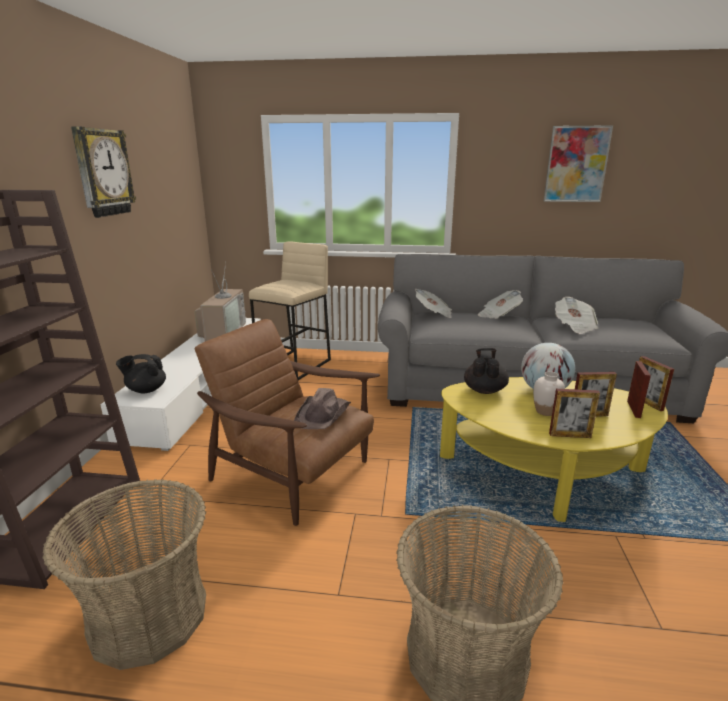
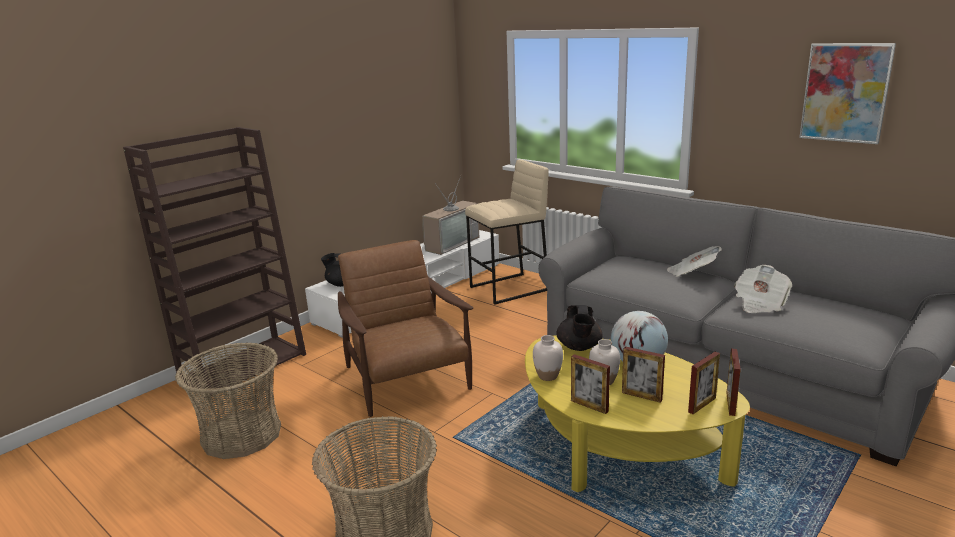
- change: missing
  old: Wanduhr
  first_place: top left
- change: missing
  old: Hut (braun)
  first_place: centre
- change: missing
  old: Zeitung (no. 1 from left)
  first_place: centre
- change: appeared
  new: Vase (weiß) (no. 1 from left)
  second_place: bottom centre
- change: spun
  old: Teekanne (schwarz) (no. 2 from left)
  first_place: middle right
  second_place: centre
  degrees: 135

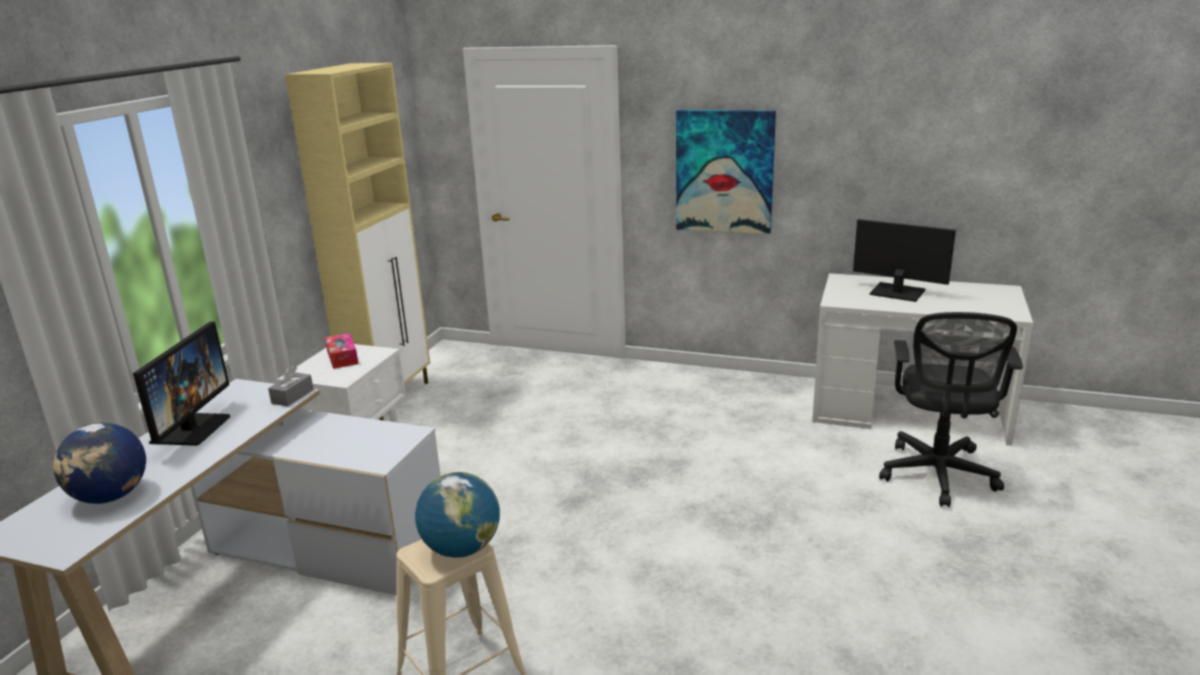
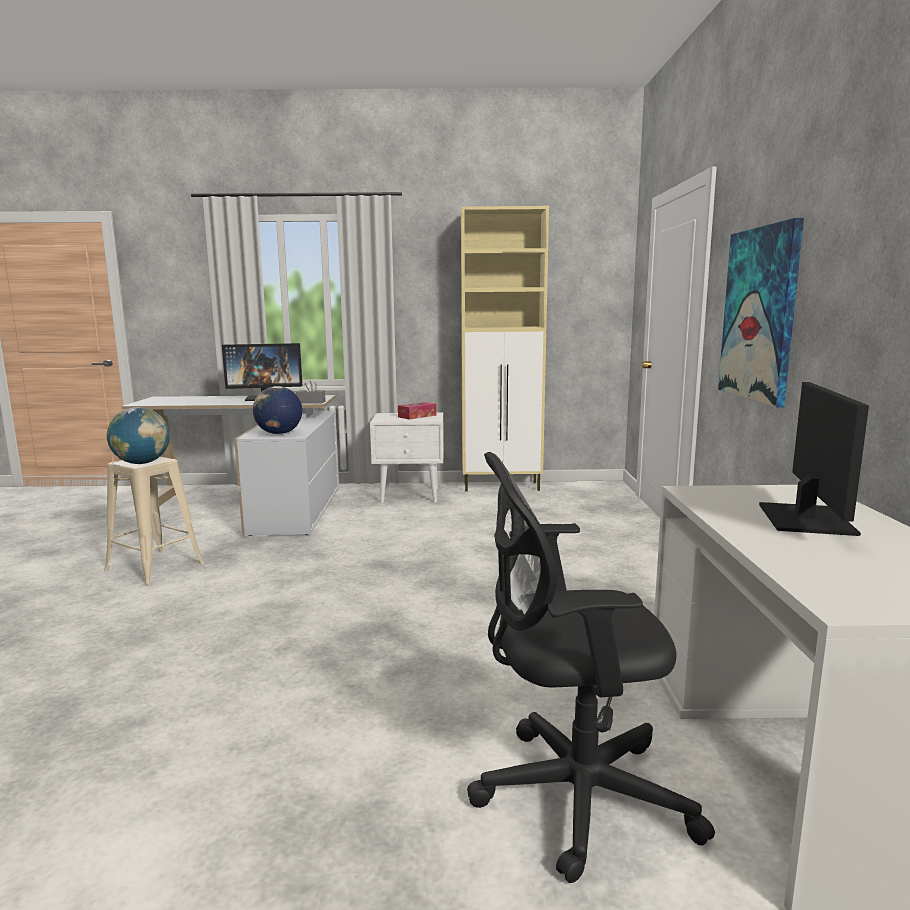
- change: relocated
  old: Globus (no. 1 from left in the first image)
  new: Globus (no. 2 from left)
  first_place: bottom left
  second_place: middle left

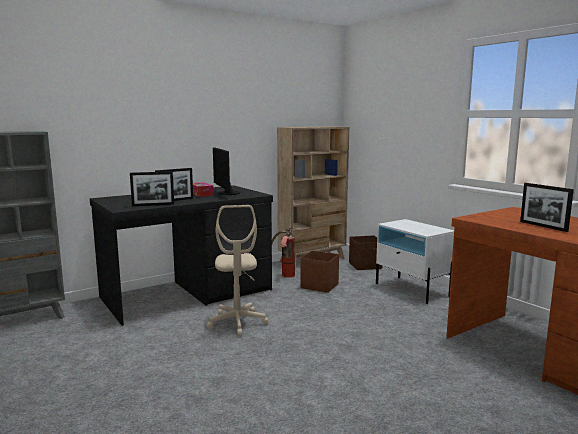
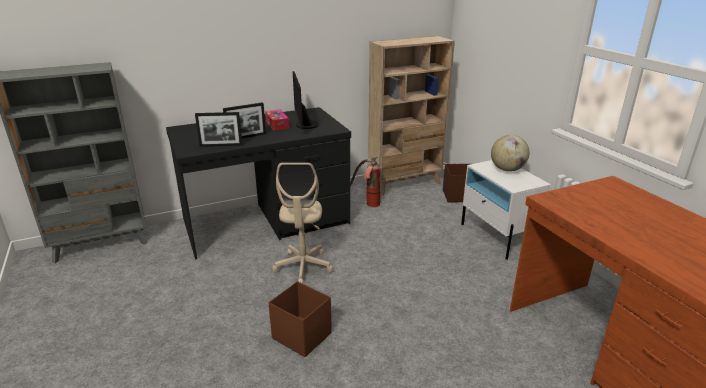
- change: missing
  old: Bilderrahmen (no. 3 from left)
  first_place: middle right
- change: appeared
  new: Globus
  second_place: middle right
- change: relocated
  old: Aufbewahrungsbox (braun) (no. 1 from left)
  first_place: centre
  second_place: bottom centre

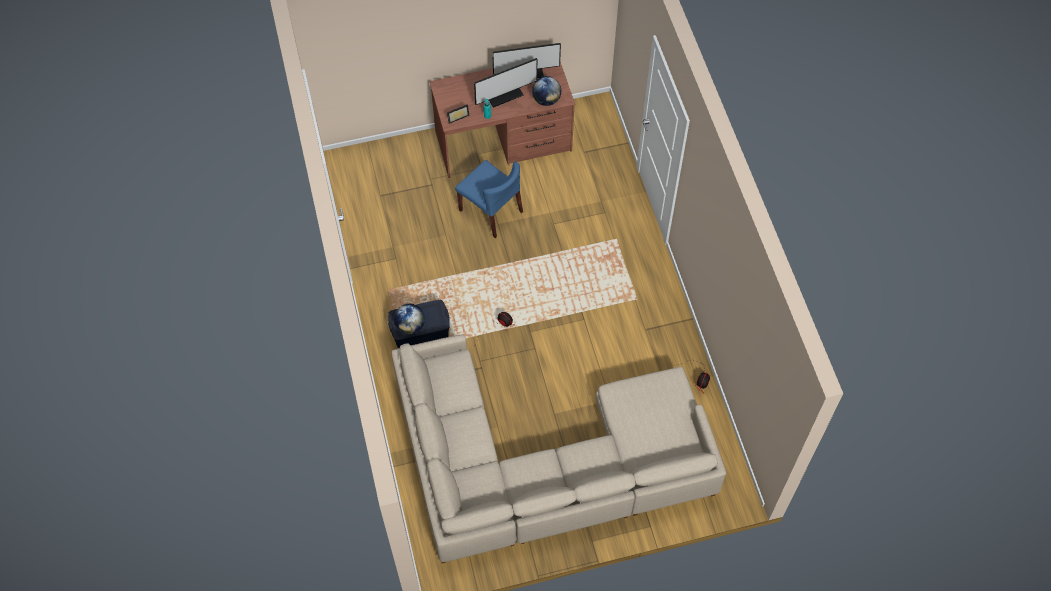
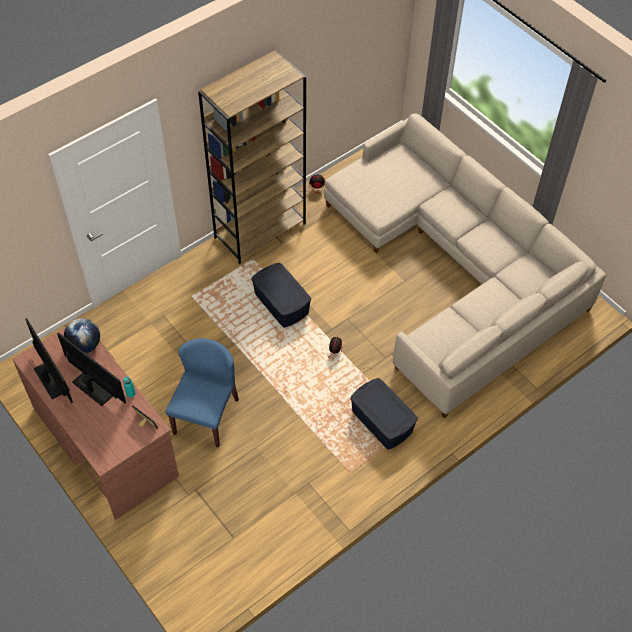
- change: missing
  old: Globus (no. 1 from left)
  first_place: centre
- change: appeared
  new: Bücherregal (braun)
  second_place: top centre
- change: appeared
  new: Aufbewahrungsbox (blau) (no. 1 from left)
  second_place: centre

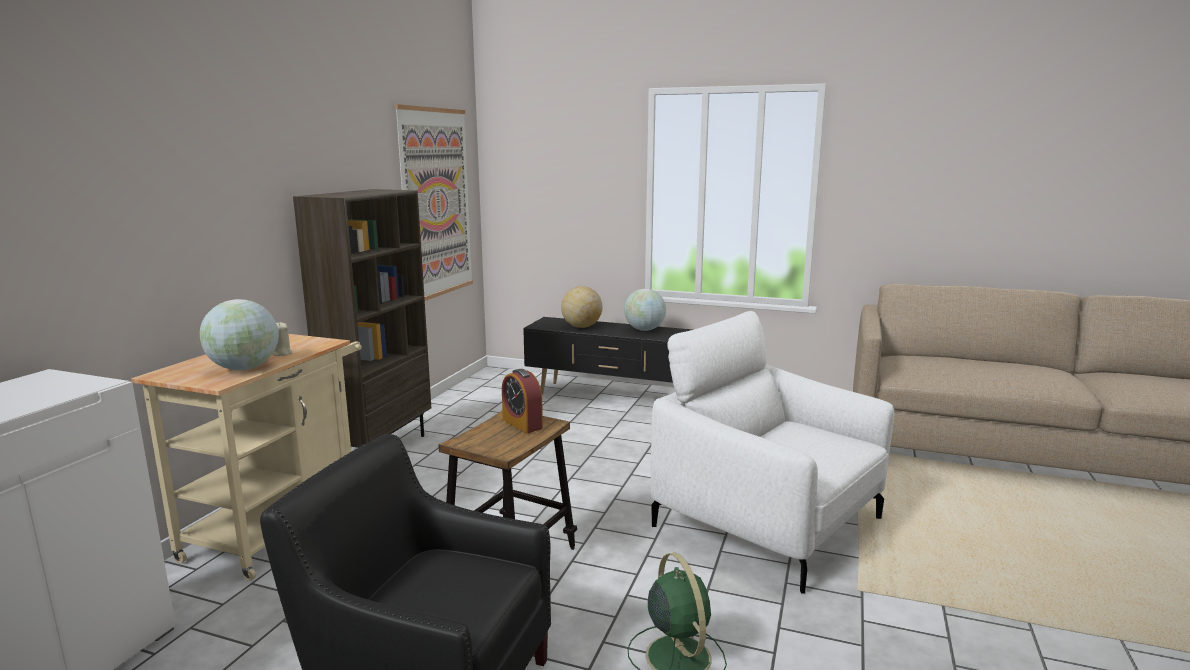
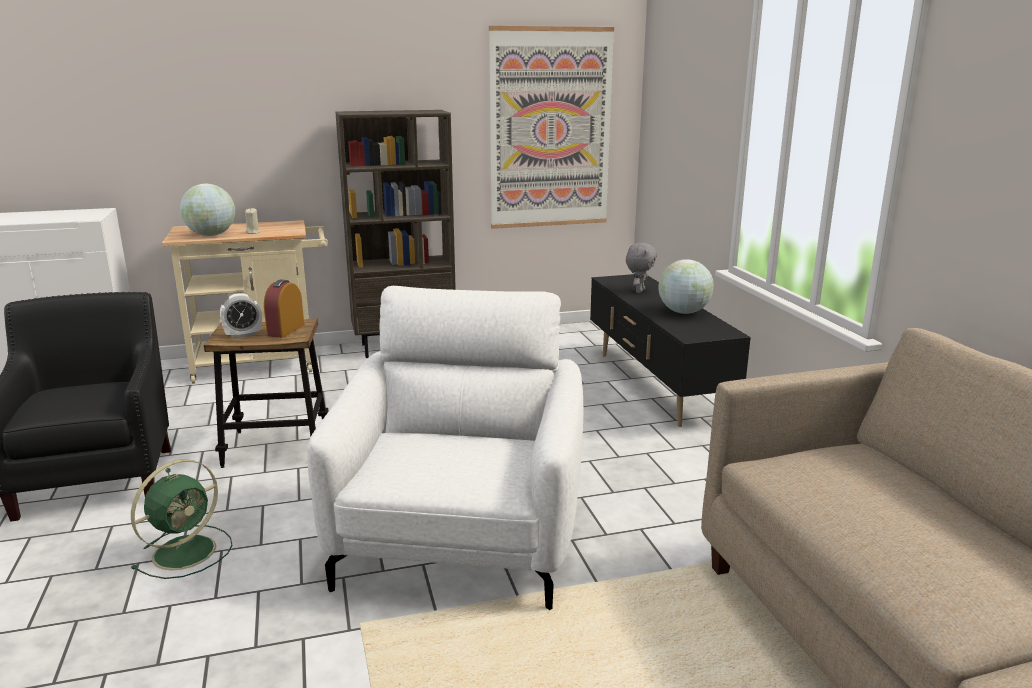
- change: appeared
  new: Wecker (no. 1 from left)
  second_place: middle left
- change: exchanged
  old: Globus (no. 2 from left)
  new: Plüschtier (grau)
  first_place: centre
  second_place: centre

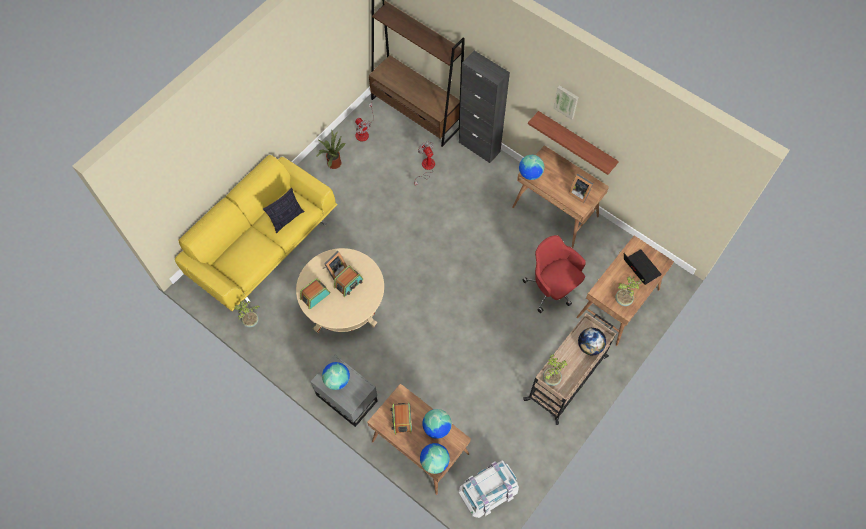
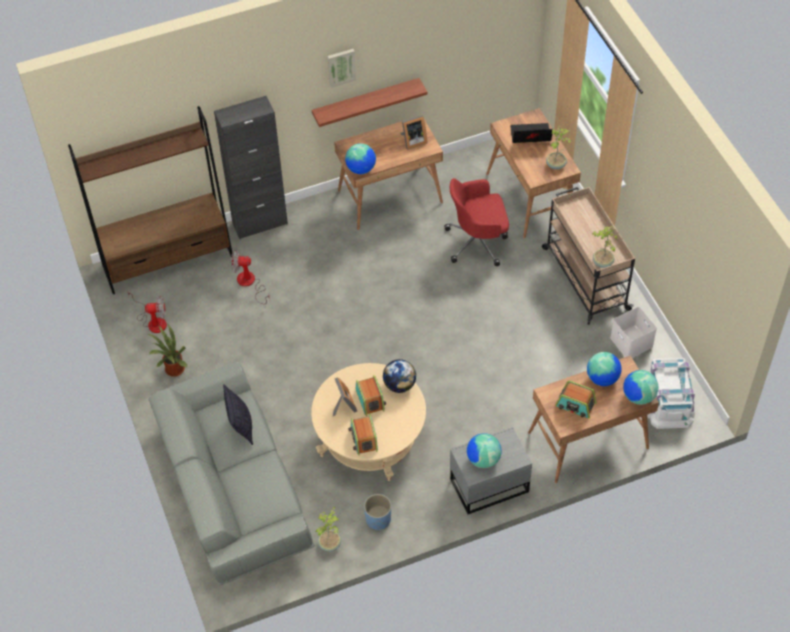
- change: appeared
  new: Pflanzkübel (blau)
  second_place: bottom centre
- change: appeared
  new: Aufbewahrungsbox (weiß) (no. 1 from left)
  second_place: middle right
- change: relocated
  old: Globus (no. 5 from left in the first image)
  new: Globus (no. 2 from left)
  first_place: middle right
  second_place: centre
- change: colour
  old: Sofa (gelb)
  new: Sofa (grau)
  first_place: middle left
  second_place: bottom left

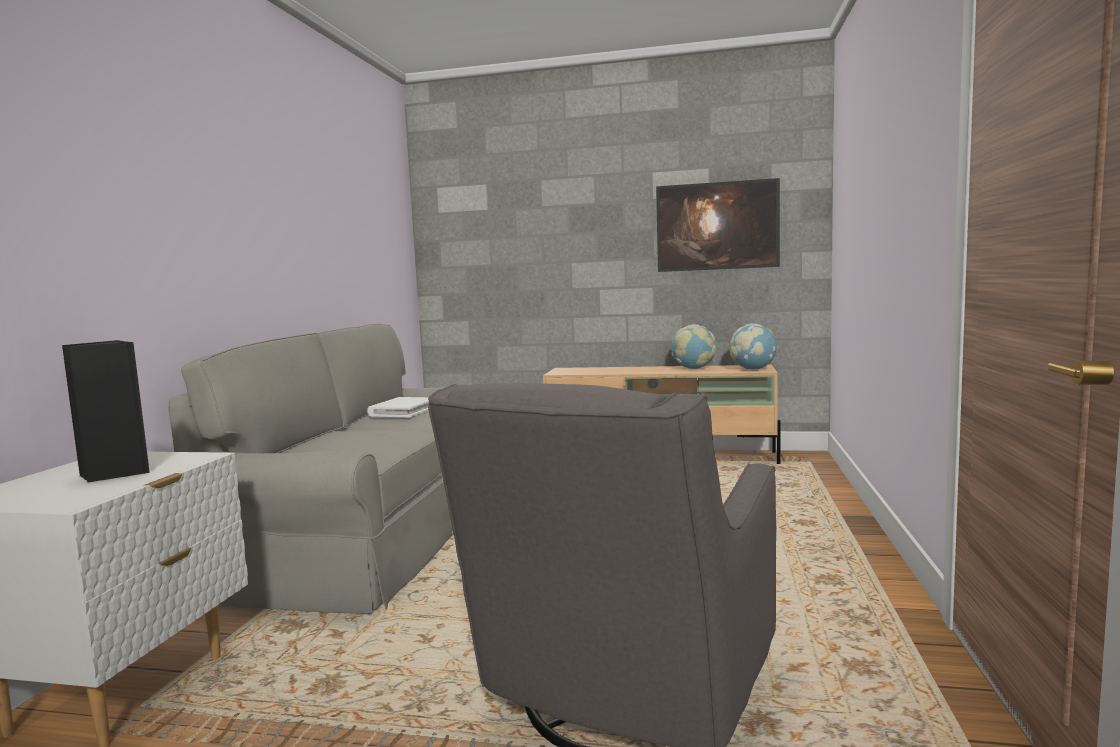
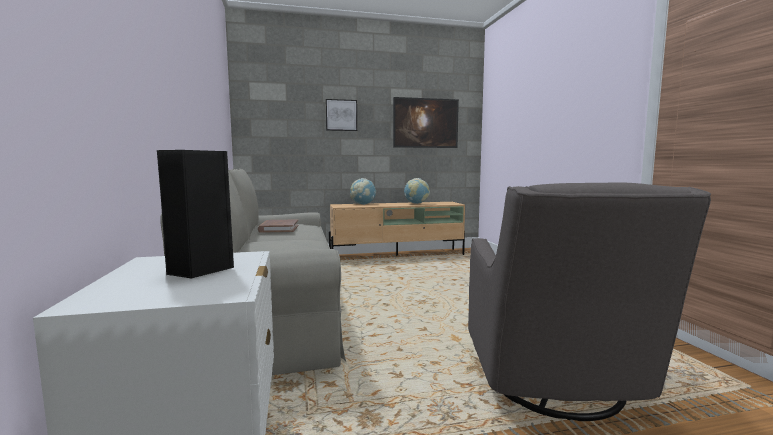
- change: appeared
  new: Bild (no. 1 from left)
  second_place: top centre
- change: relocated
  old: Globus (no. 2 from left in the first image)
  new: Globus (no. 1 from left)
  first_place: middle right
  second_place: centre
- change: colour
  old: Buch (weiß)
  new: Buch (braun)
  first_place: centre
  second_place: centre

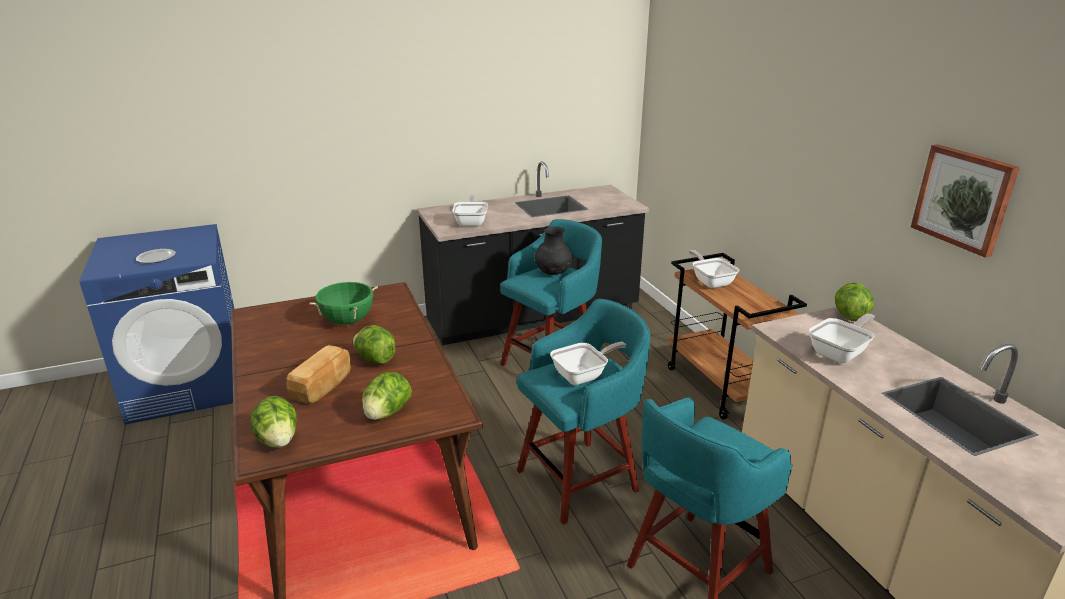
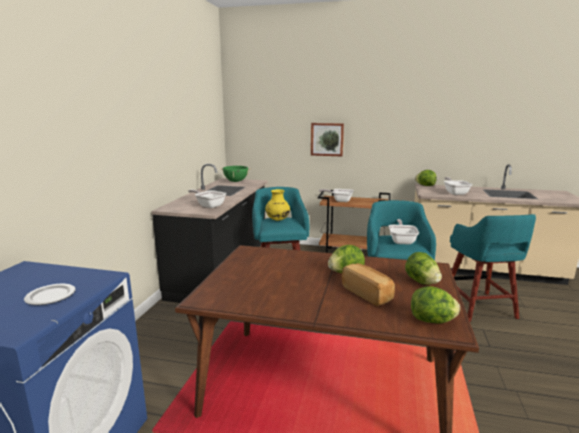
- change: relocated
  old: Kochtopf (grün)
  first_place: middle left
  second_place: centre
- change: relocated
  old: Bild
  first_place: middle right
  second_place: top centre
- change: colour
  old: Vase (schwarz)
  new: Vase (gelb)
  first_place: centre
  second_place: centre

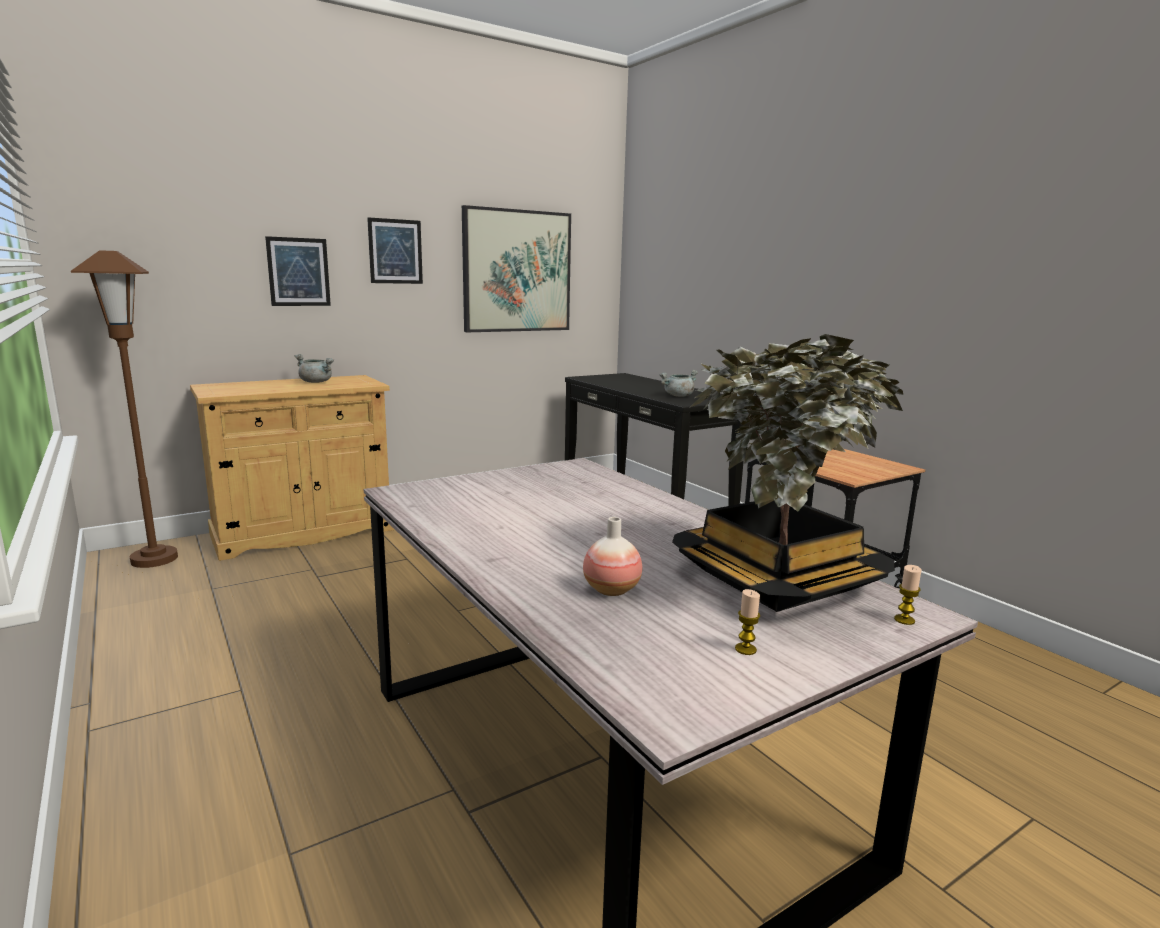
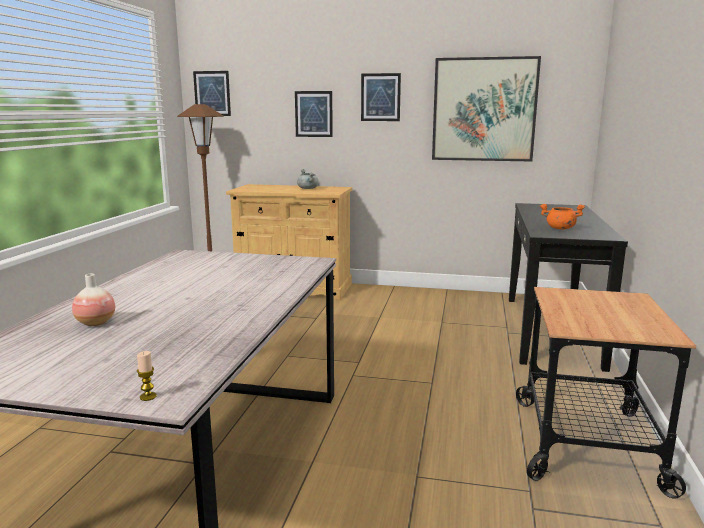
- change: missing
  old: Topfpflanze
  first_place: middle right
- change: missing
  old: Kerze (no. 1 from left)
  first_place: bottom centre
- change: appeared
  new: Bild (no. 1 from left)
  second_place: top left
- change: colour
  old: Kochtopf (grau) (no. 2 from left)
  new: Kochtopf (orange)
  first_place: centre
  second_place: middle right

